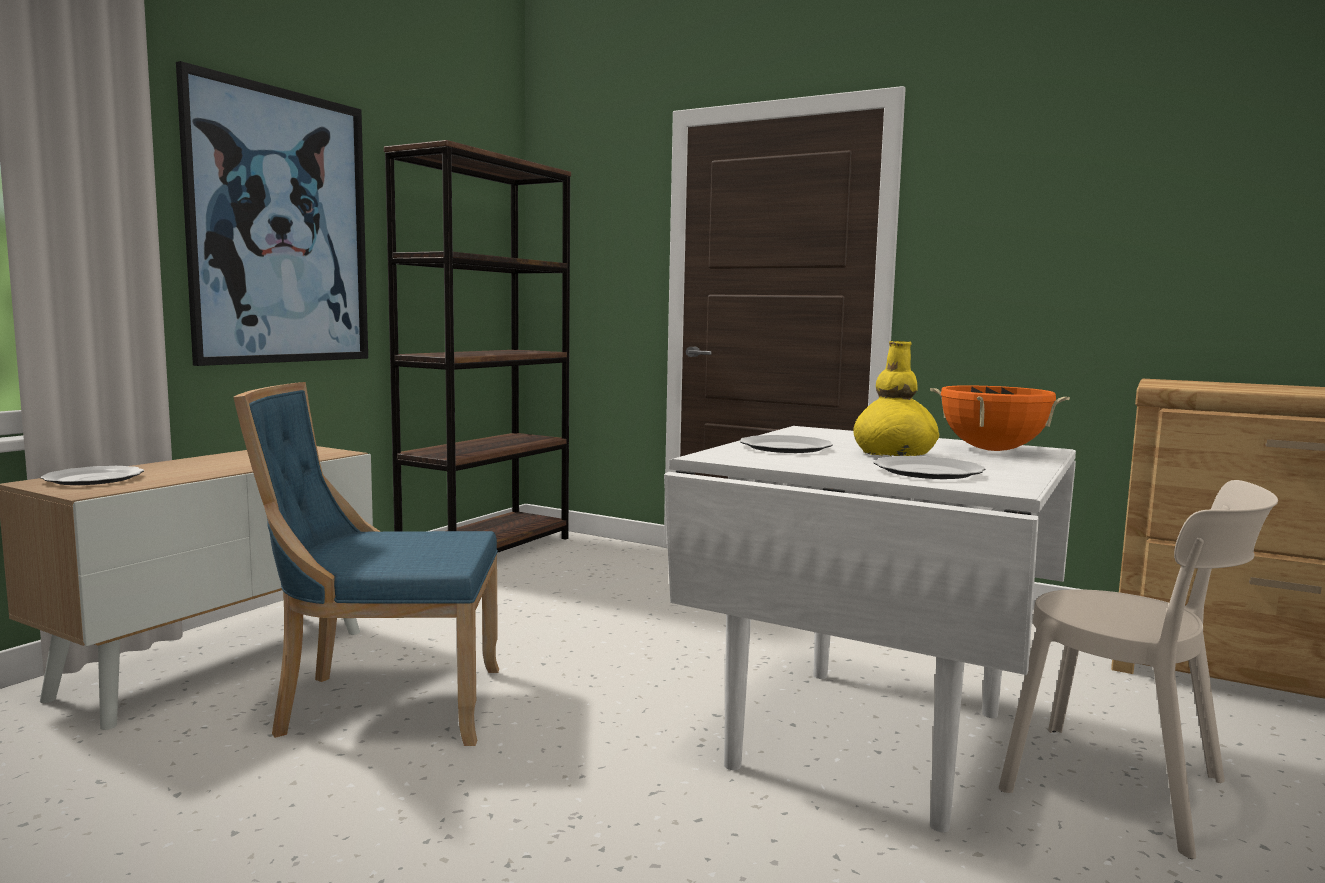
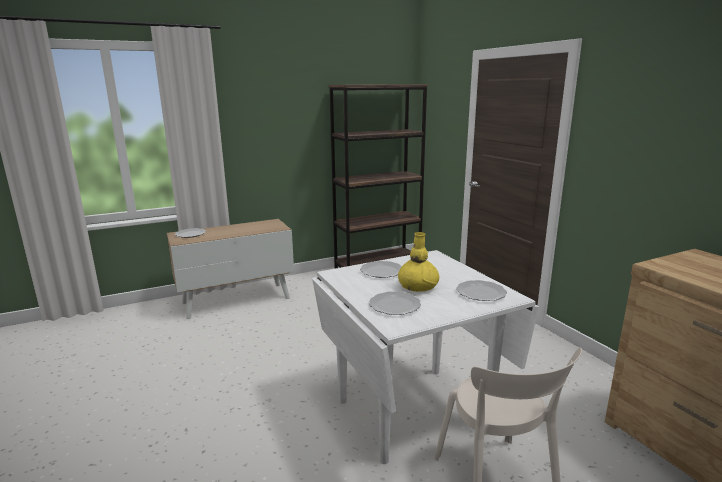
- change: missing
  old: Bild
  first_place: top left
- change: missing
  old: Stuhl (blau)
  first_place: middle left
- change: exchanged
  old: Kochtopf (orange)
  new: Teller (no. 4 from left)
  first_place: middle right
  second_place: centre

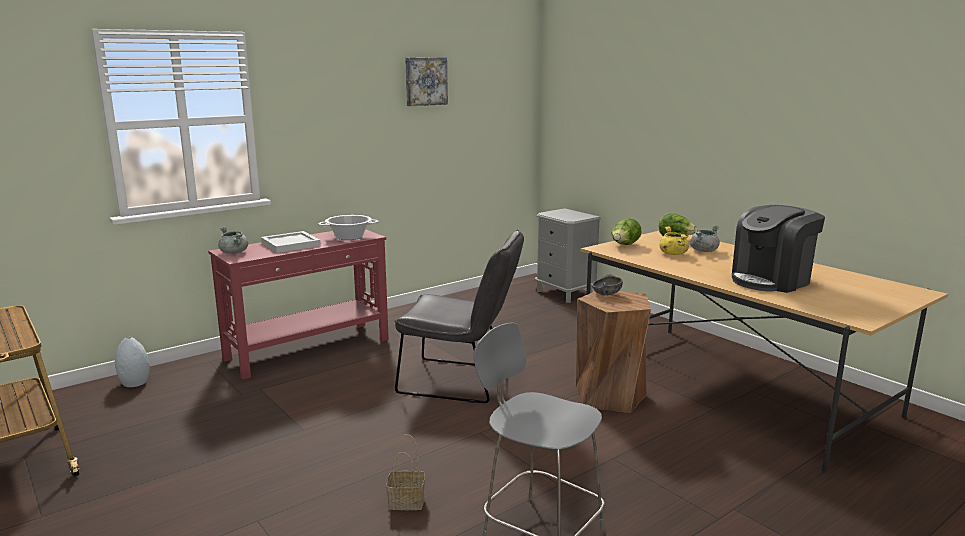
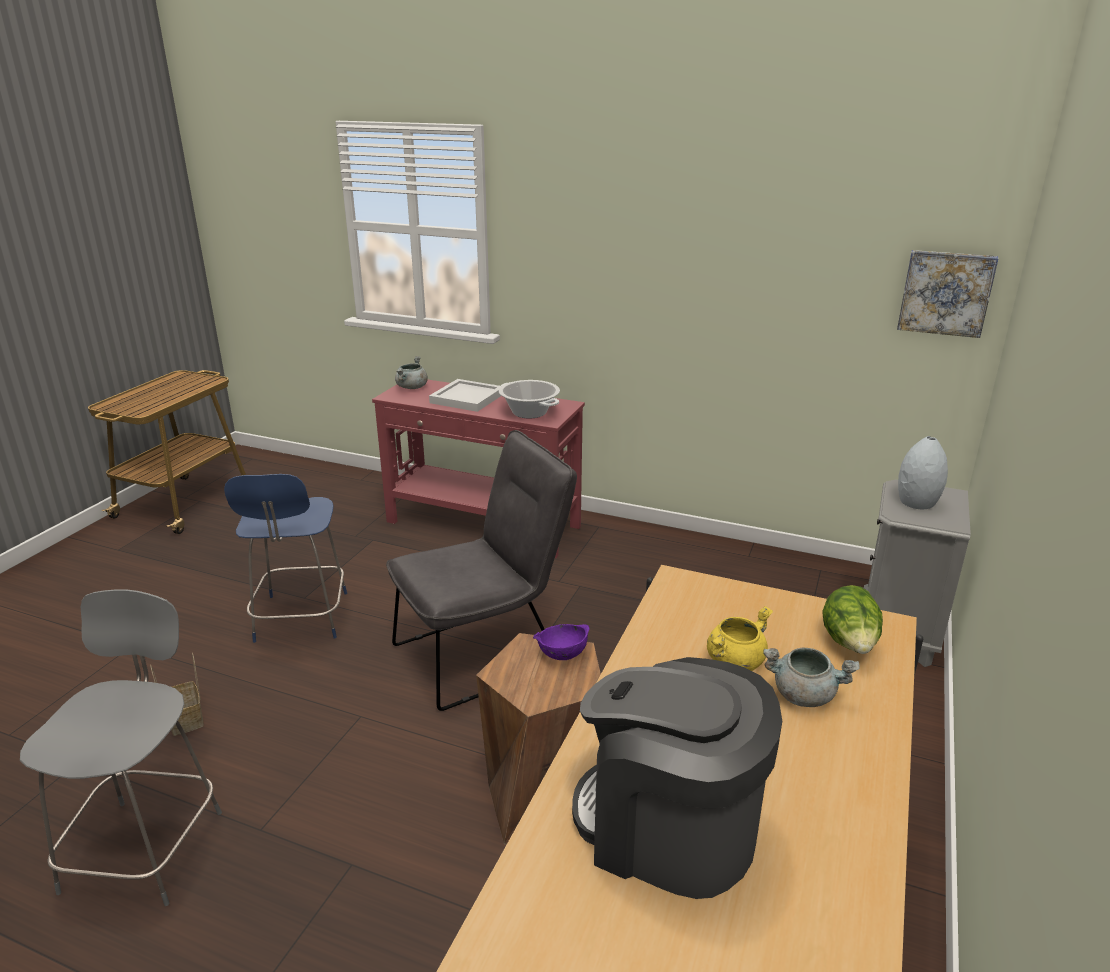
- change: missing
  old: Salatkopf (no. 1 from left)
  first_place: centre
- change: appeared
  new: Stuhl (blau)
  second_place: middle left
- change: relocated
  old: Vase (grau)
  first_place: bottom left
  second_place: middle right
- change: relocated
  old: Bild
  first_place: top centre
  second_place: top right
- change: colour
  old: Schüssel (grau)
  new: Schüssel (lila)
  first_place: centre
  second_place: centre
- change: spun
  old: Stuhl (grau) (no. 1 from left in the first image)
  first_place: centre
  second_place: centre
  degrees: -105

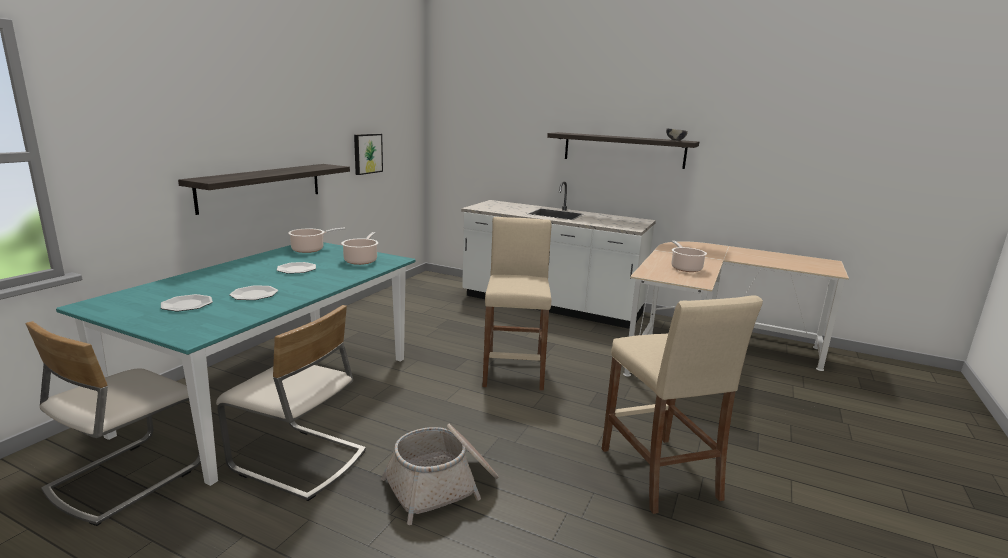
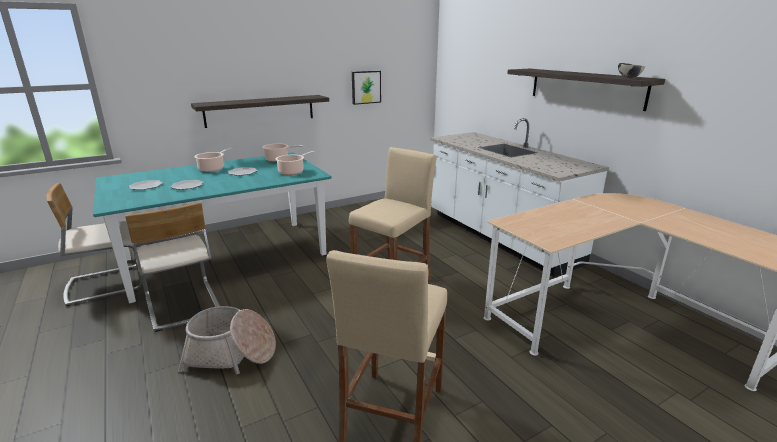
- change: relocated
  old: Kochtopf (no. 3 from left in the first image)
  new: Kochtopf (no. 1 from left)
  first_place: middle right
  second_place: middle left

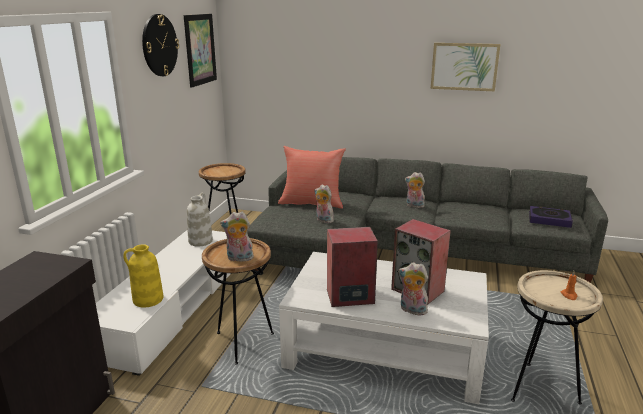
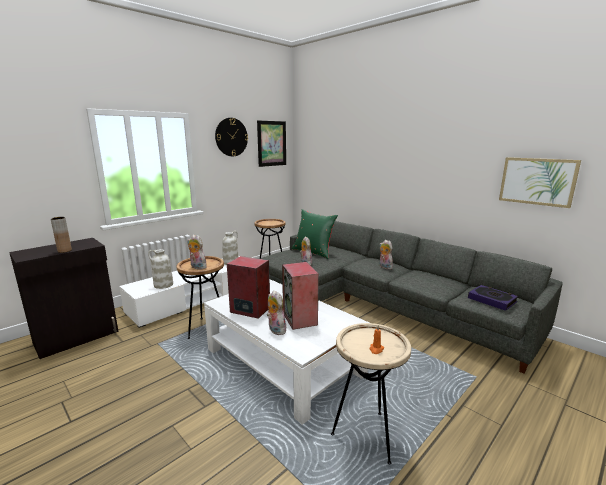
- change: appeared
  new: Vase (braun)
  second_place: middle left
- change: relocated
  old: Bild (no. 2 from left)
  first_place: top right
  second_place: middle right
- change: colour
  old: Vase (gelb)
  new: Vase (weiß) (no. 1 from left)
  first_place: middle left
  second_place: middle left
- change: colour
  old: Kissen (rot)
  new: Kissen (grün)
  first_place: centre
  second_place: centre

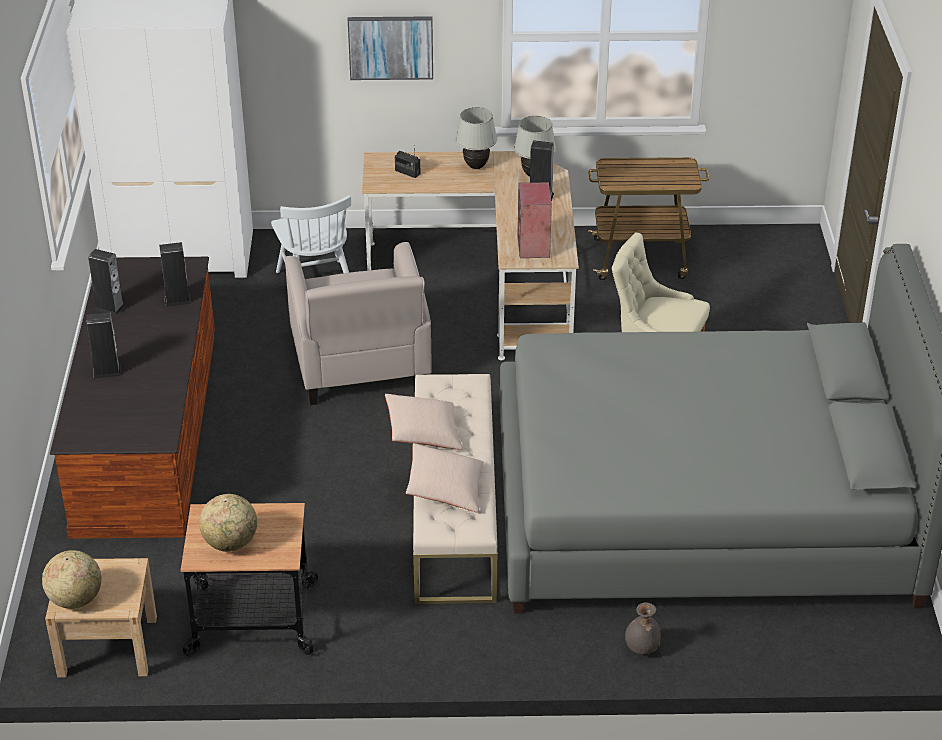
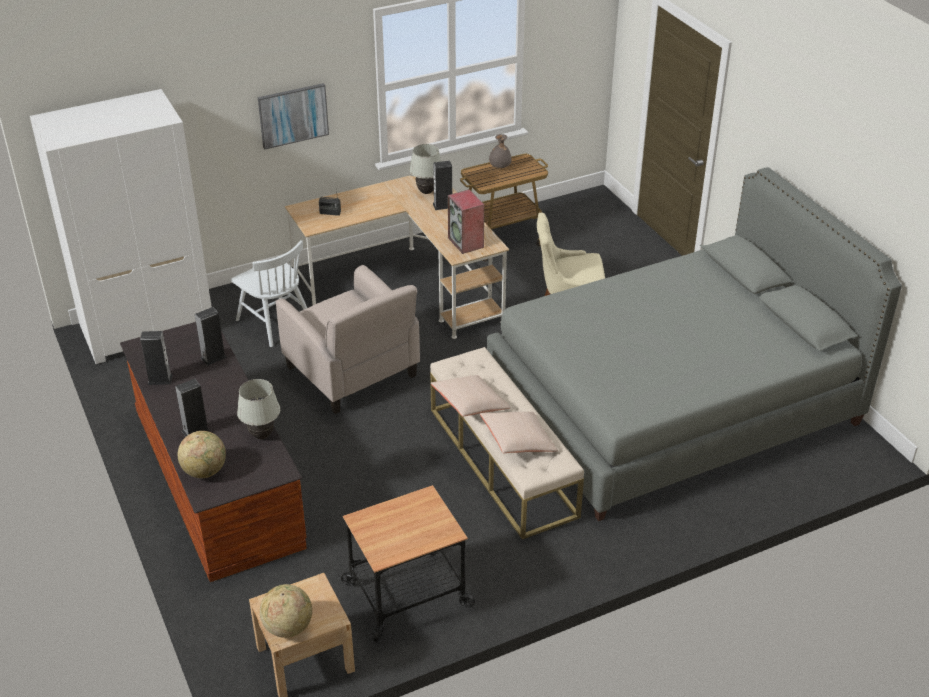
- change: relocated
  old: Globus (no. 2 from left in the first image)
  new: Globus (no. 1 from left)
  first_place: bottom left
  second_place: middle left
- change: relocated
  old: Tischlampe (weiß) (no. 1 from left)
  first_place: top centre
  second_place: middle left
- change: relocated
  old: Vase (grau)
  first_place: bottom right
  second_place: top centre

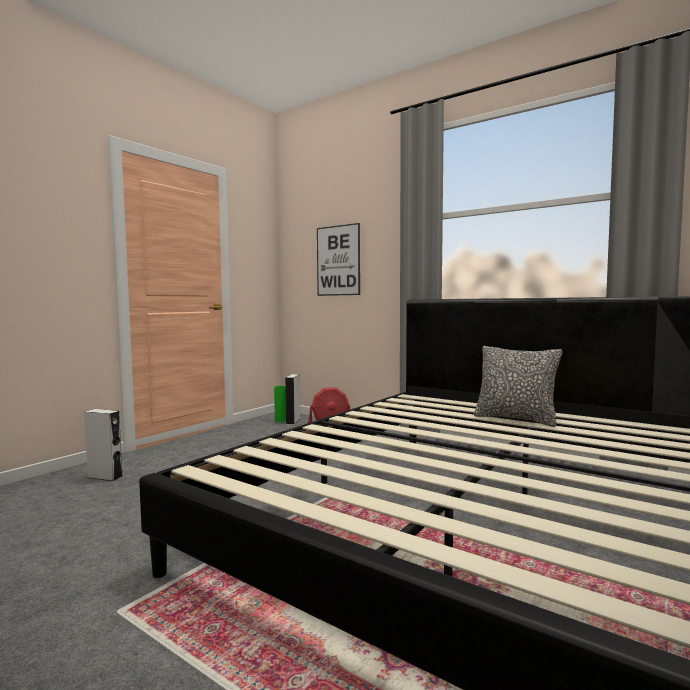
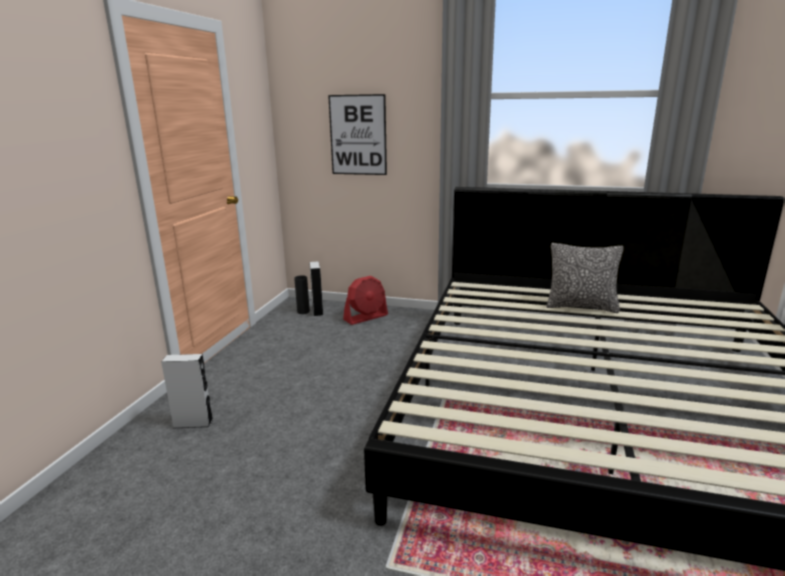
- change: colour
  old: Vase (grün)
  new: Vase (schwarz)
  first_place: centre
  second_place: centre

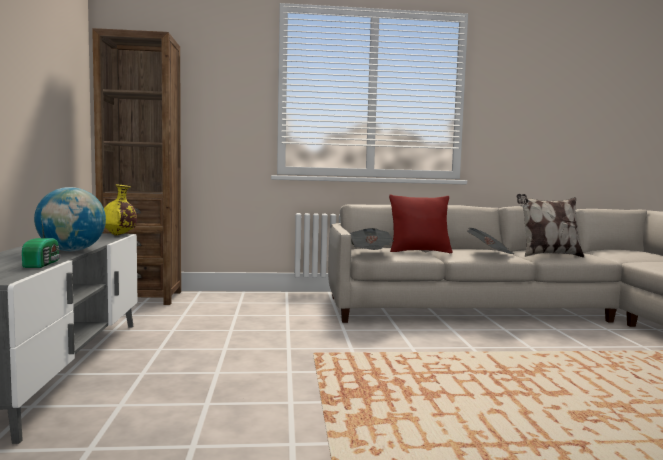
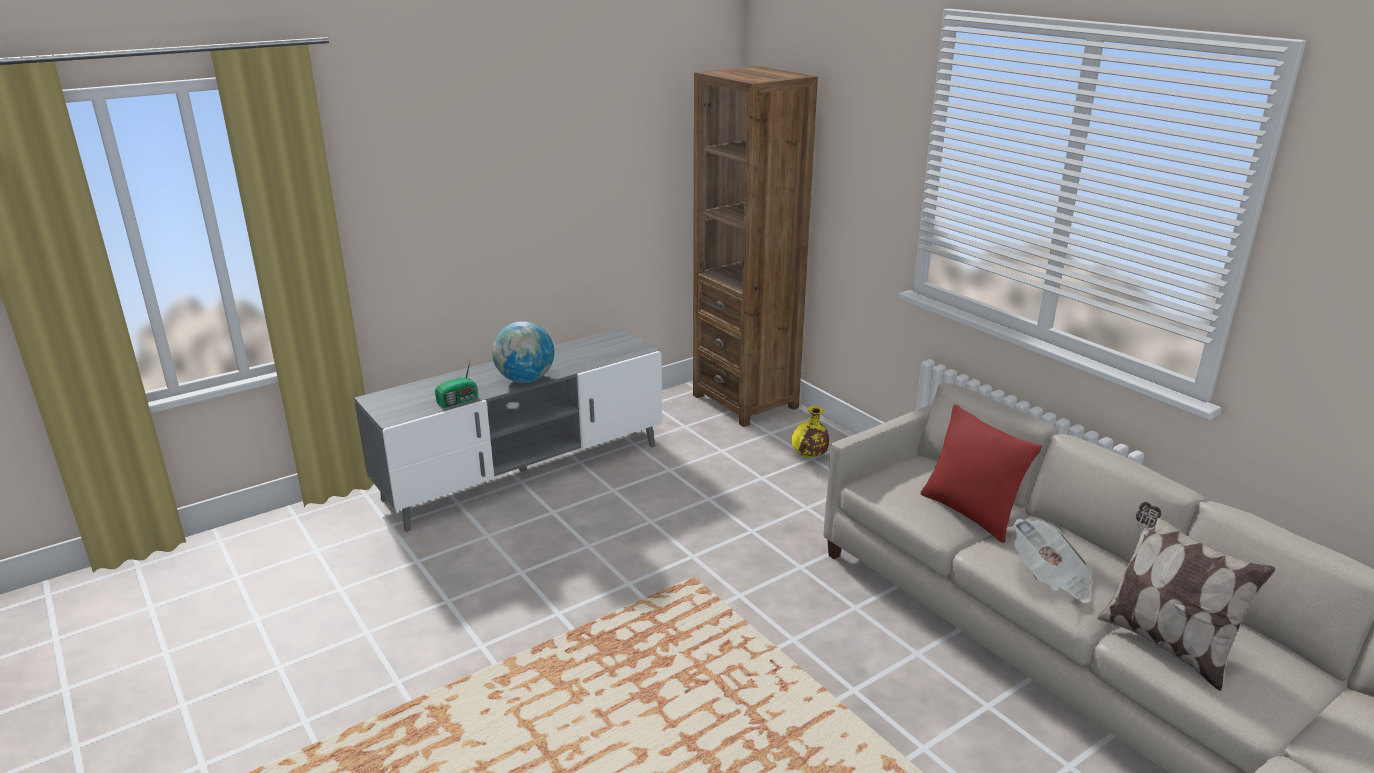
- change: missing
  old: Zeitung (no. 1 from left)
  first_place: centre
- change: relocated
  old: Vase (gelb)
  first_place: middle left
  second_place: centre

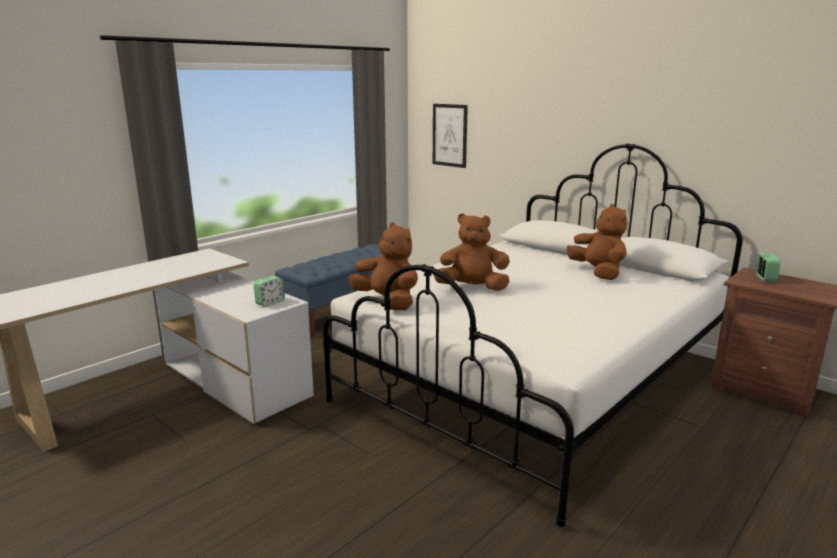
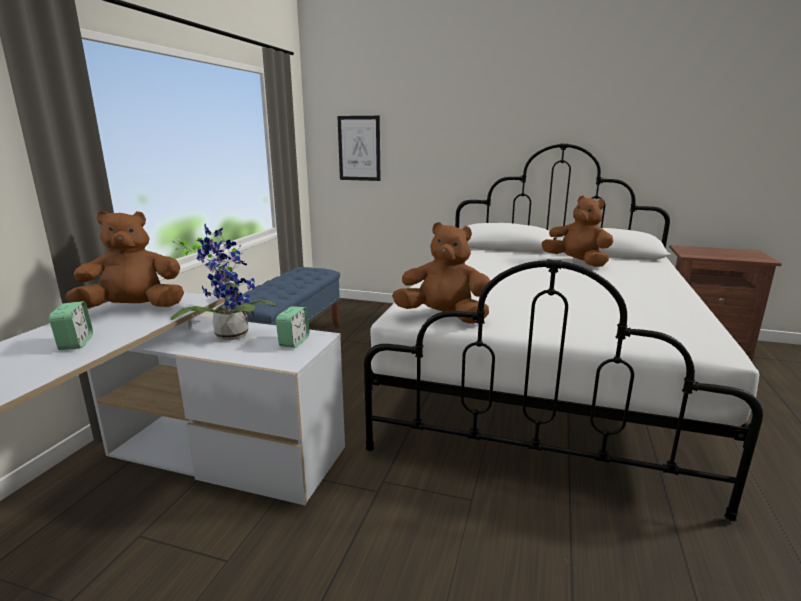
- change: appeared
  new: Topfpflanze
  second_place: middle left
- change: relocated
  old: Plüschtier (braun) (no. 2 from left in the first image)
  new: Plüschtier (braun) (no. 1 from left)
  first_place: centre
  second_place: middle left
- change: relocated
  old: Wecker (no. 2 from left in the first image)
  new: Wecker (no. 1 from left)
  first_place: middle right
  second_place: middle left

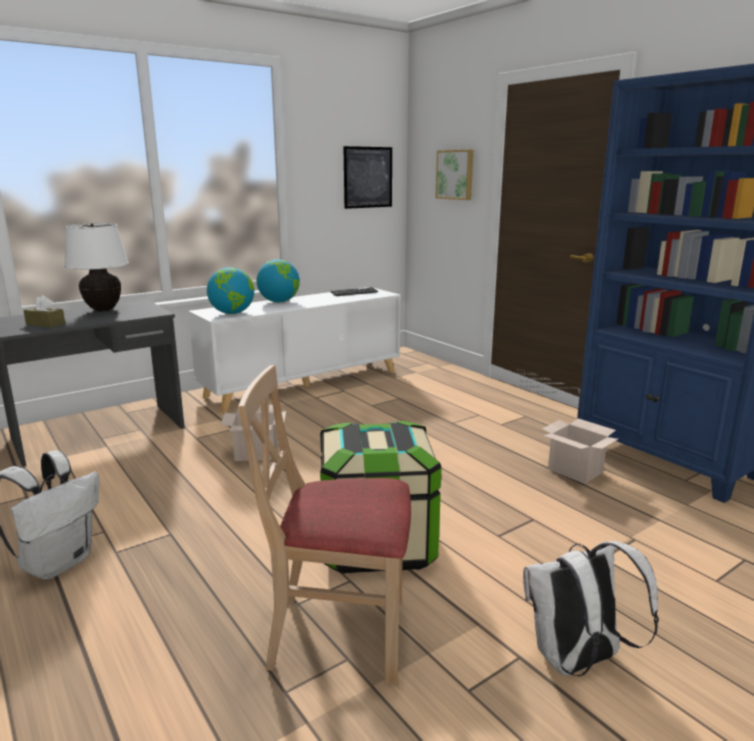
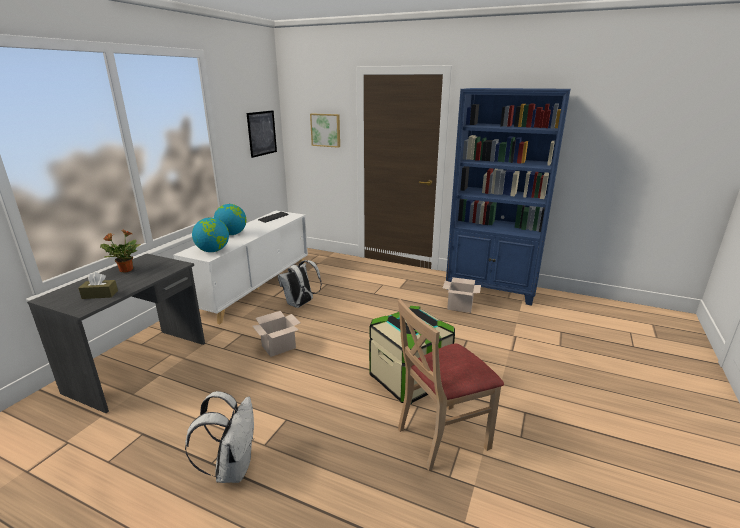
- change: relocated
  old: Rucksack (weiß) (no. 2 from left)
  first_place: bottom right
  second_place: centre
- change: exchanged
  old: Tischlampe (weiß)
  new: Topfpflanze
  first_place: middle left
  second_place: middle left

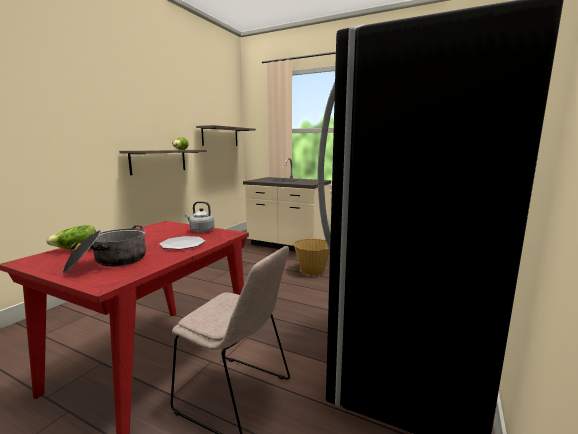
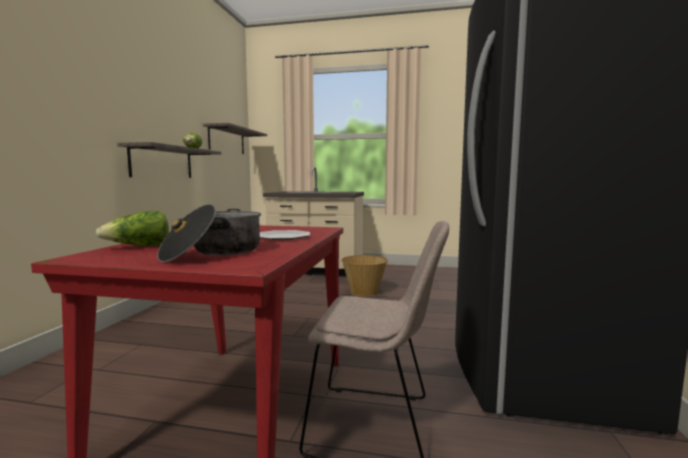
- change: missing
  old: Wasserkessel (grau)
  first_place: centre

